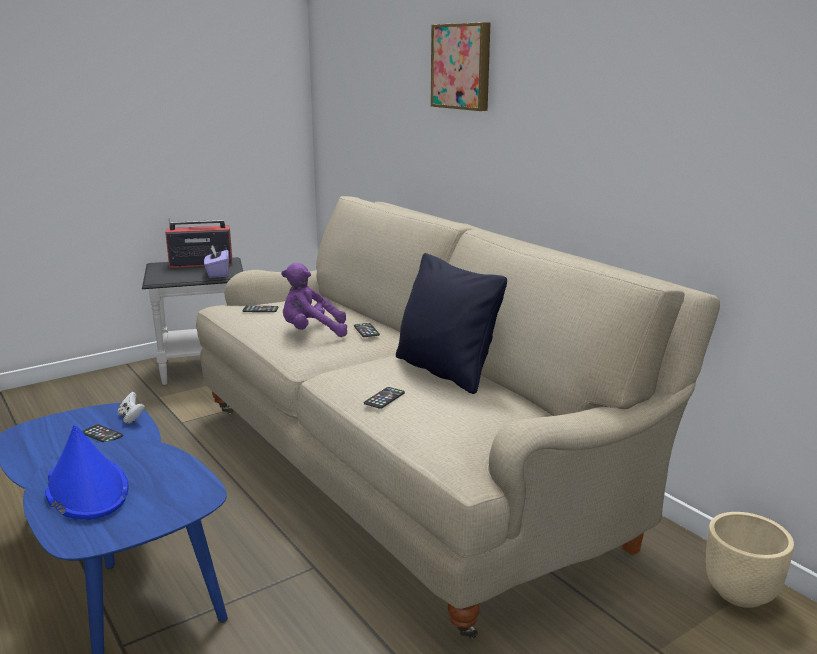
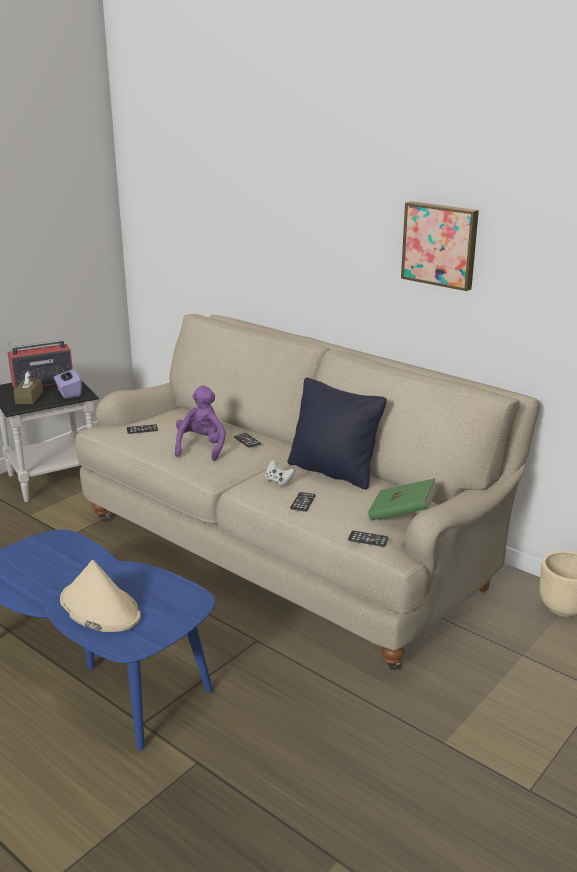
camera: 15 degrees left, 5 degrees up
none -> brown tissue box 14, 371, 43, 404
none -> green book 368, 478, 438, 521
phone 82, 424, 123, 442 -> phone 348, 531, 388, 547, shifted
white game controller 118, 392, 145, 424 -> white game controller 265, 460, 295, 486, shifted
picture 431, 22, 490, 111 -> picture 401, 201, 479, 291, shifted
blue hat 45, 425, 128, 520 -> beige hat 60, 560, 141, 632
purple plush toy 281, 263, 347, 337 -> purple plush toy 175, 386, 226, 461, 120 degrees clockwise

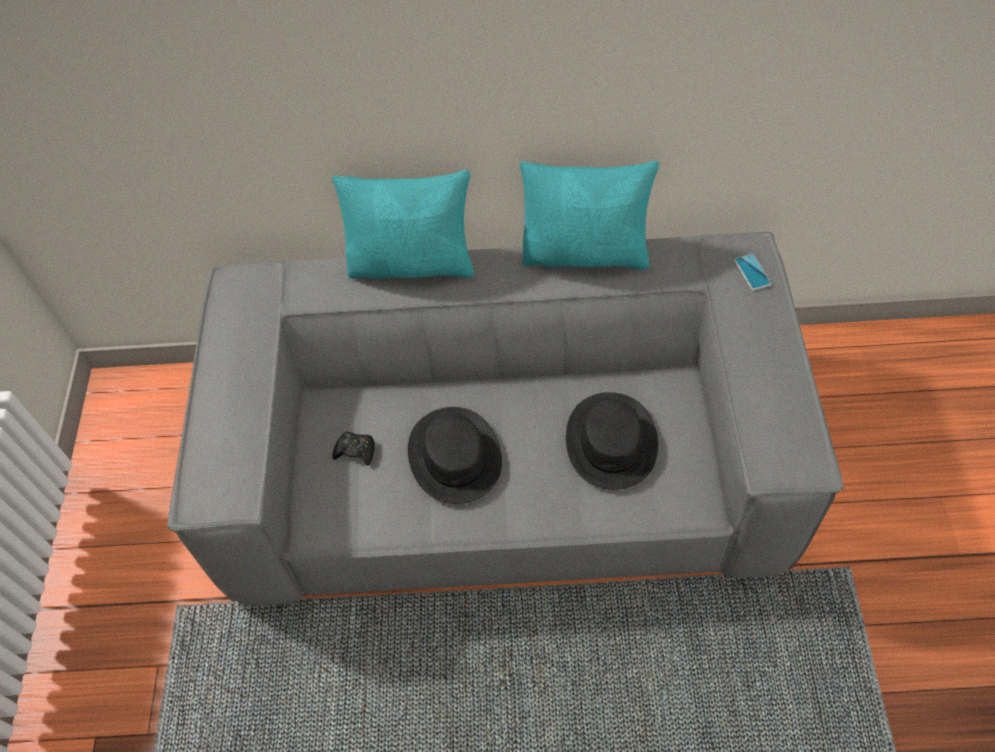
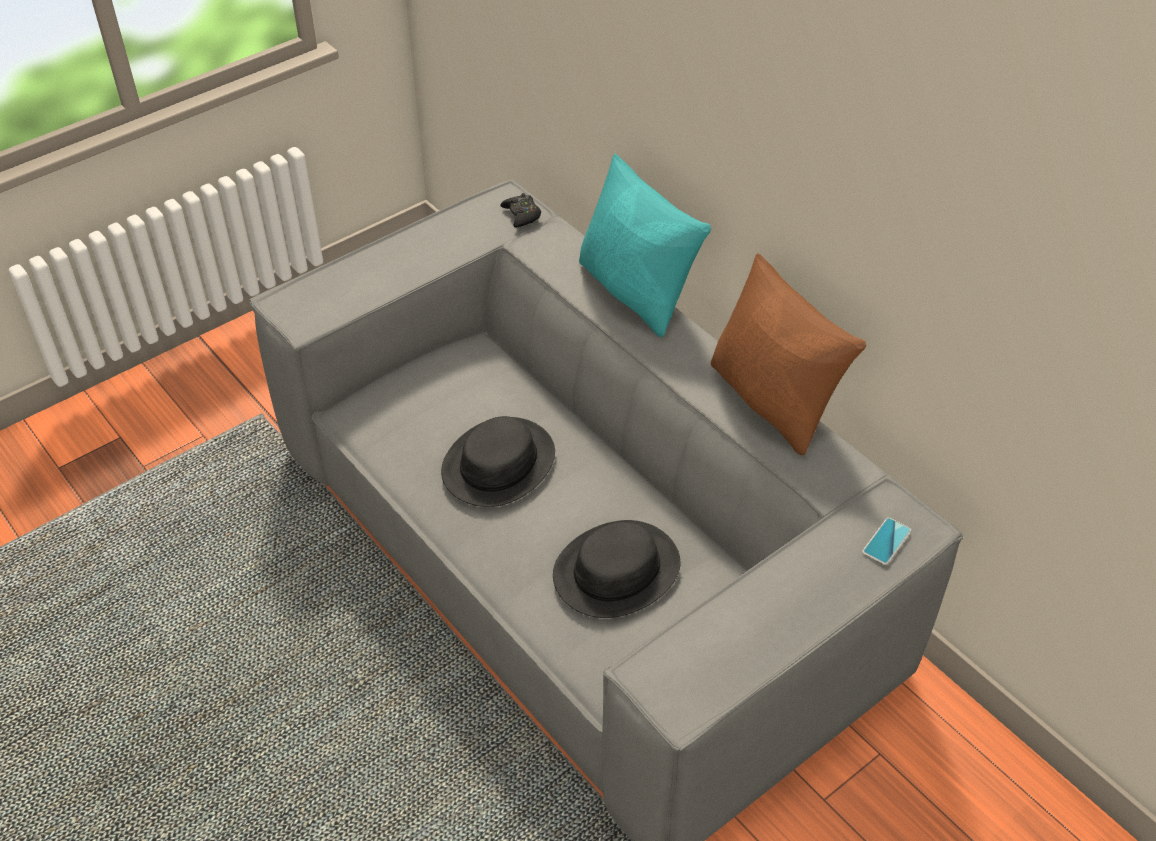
camera: 50 degrees right, 10 degrees down
black game controller 332, 431, 375, 466 -> black game controller 500, 193, 541, 228, shifted
turquoise pillow 520, 161, 659, 270 -> brown pillow 711, 253, 866, 455

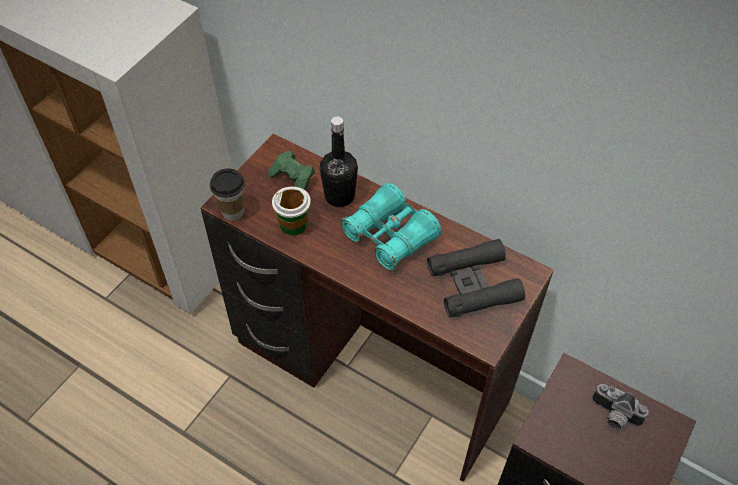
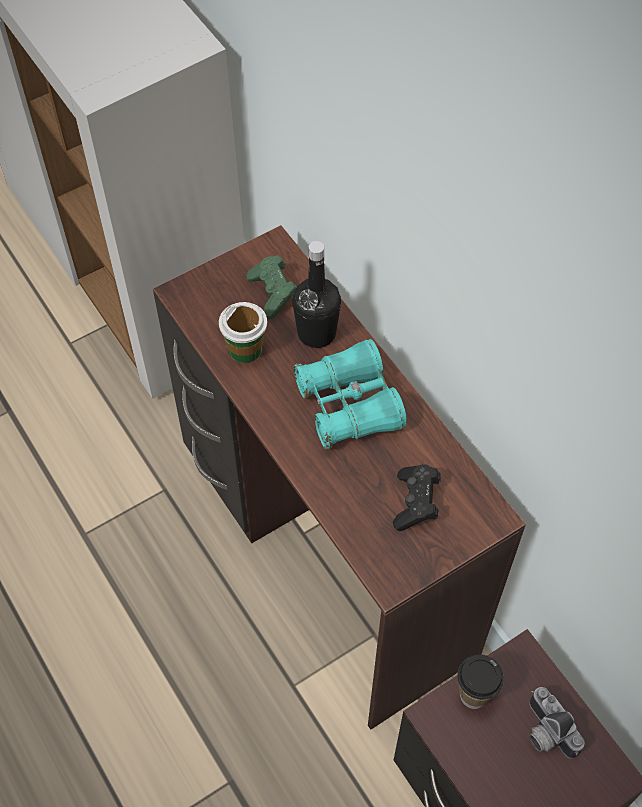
camera: 25 degrees right, 5 degrees up
cup 210, 168, 245, 221 -> cup 457, 655, 504, 709, shifted
black binoculars 427, 239, 525, 317 -> black game controller 393, 464, 441, 531

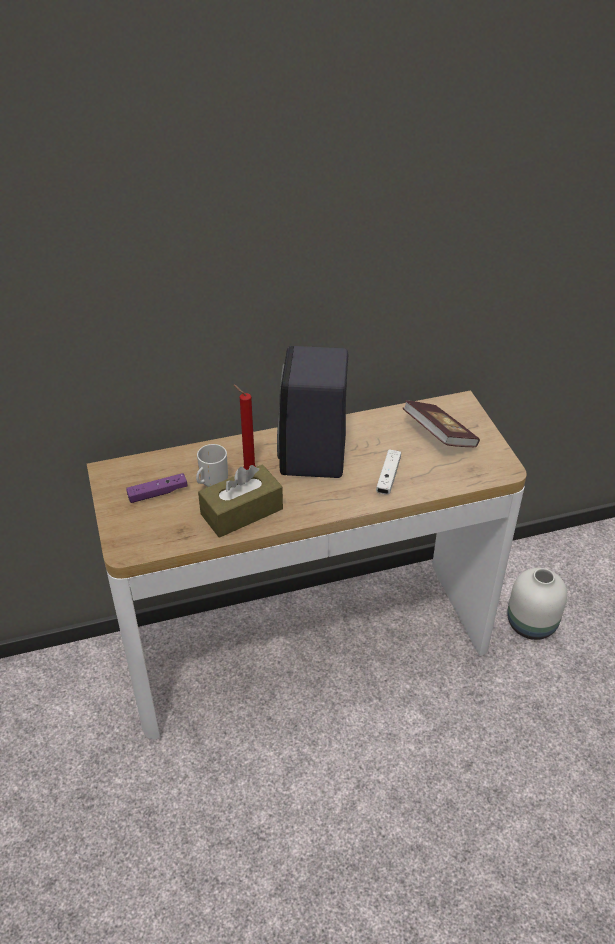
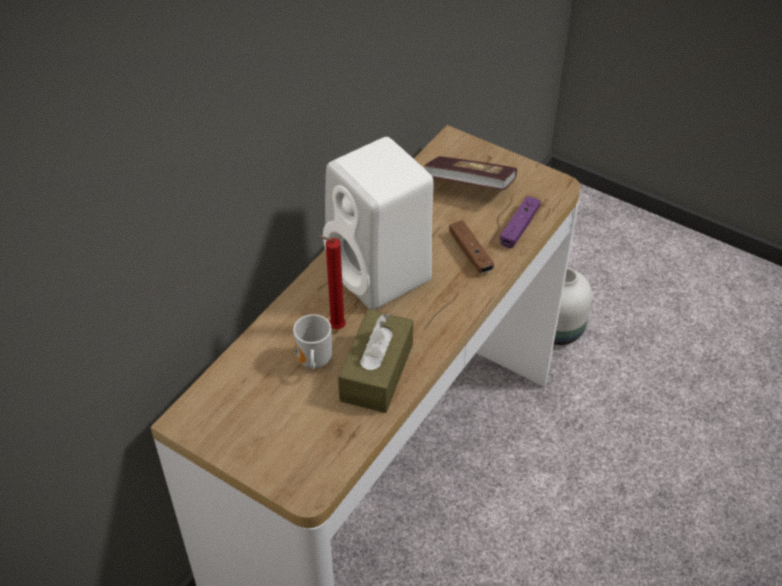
camera: 40 degrees left, 5 degrees up
purple game controller 126, 473, 187, 503 -> purple game controller 500, 196, 541, 248, shifted
black speaker 277, 346, 348, 478 -> white speaker 323, 137, 434, 310
white game controller 376, 449, 401, 495 -> brown game controller 449, 220, 494, 274

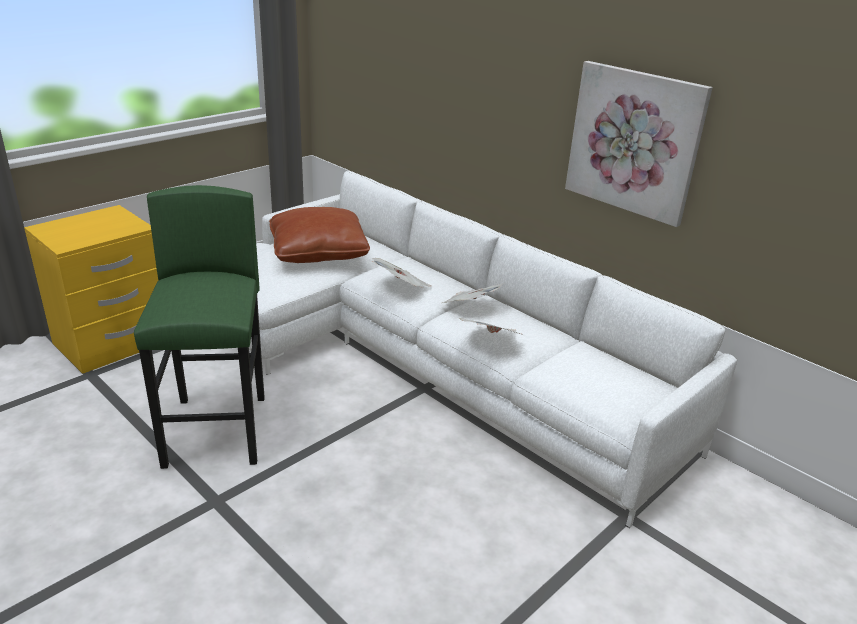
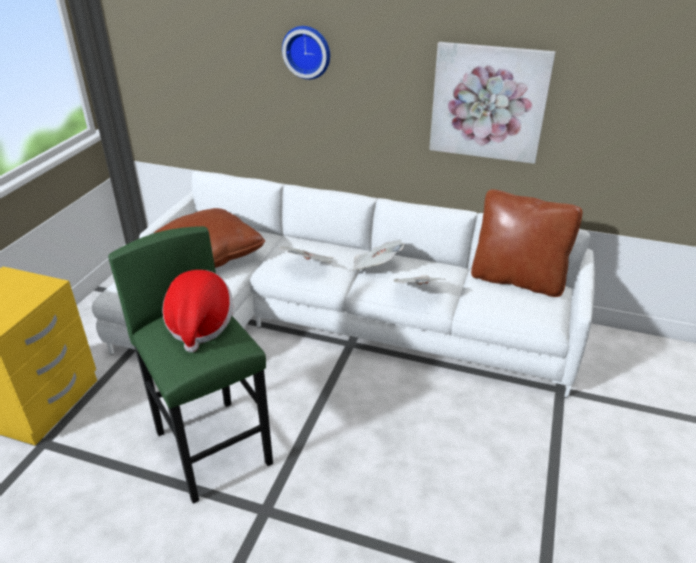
camera: 25 degrees left, 5 degrees up
none -> hat 162, 270, 233, 353
none -> wall clock 282, 26, 330, 80
none -> brown pillow 471, 189, 582, 297

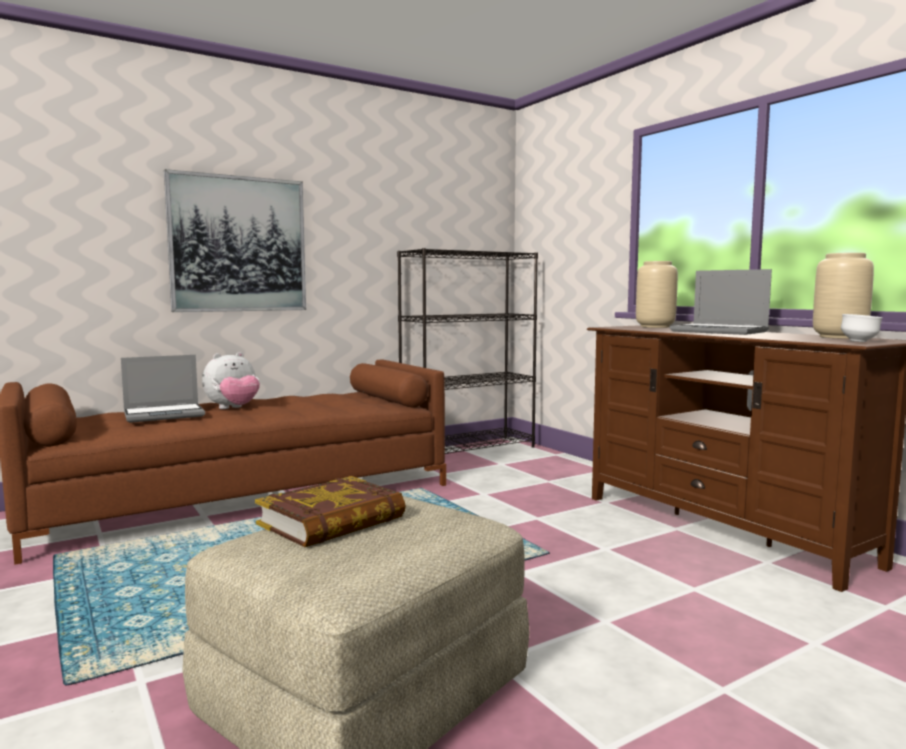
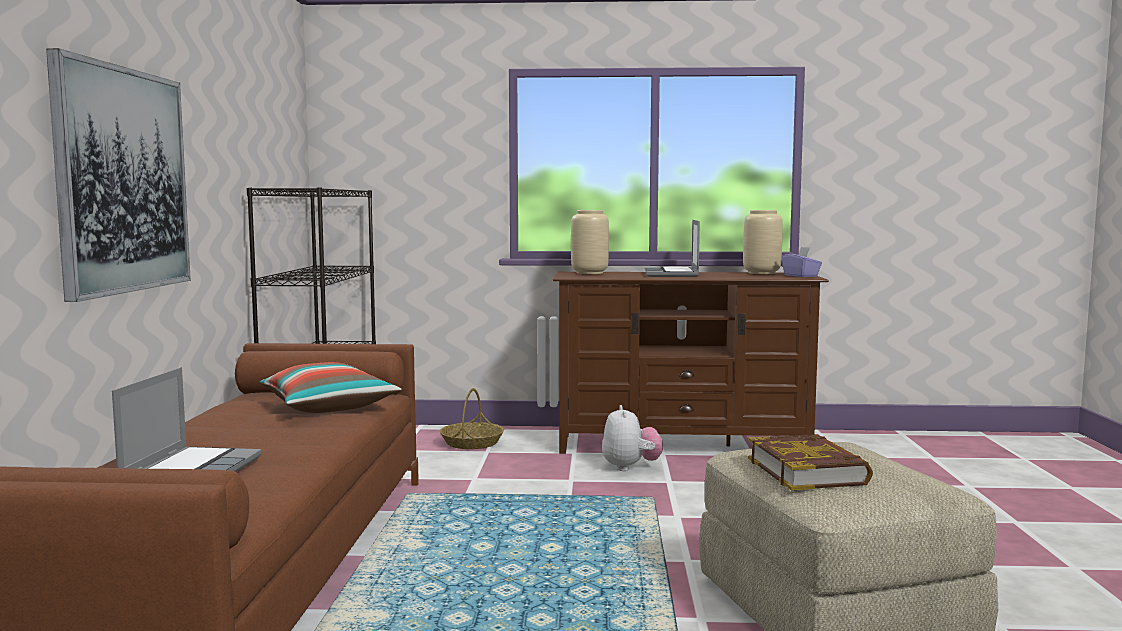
camera: 55 degrees left, 0 degrees up
none -> pillow 259, 362, 402, 413
none -> basket 440, 388, 504, 449
plush toy 202, 352, 260, 409 -> plush toy 602, 405, 663, 471, shifted
white bowl 841, 314, 883, 342 -> purple tissue box 781, 247, 822, 277
laptop 670, 269, 772, 335 -> laptop 645, 220, 700, 277, 105 degrees clockwise

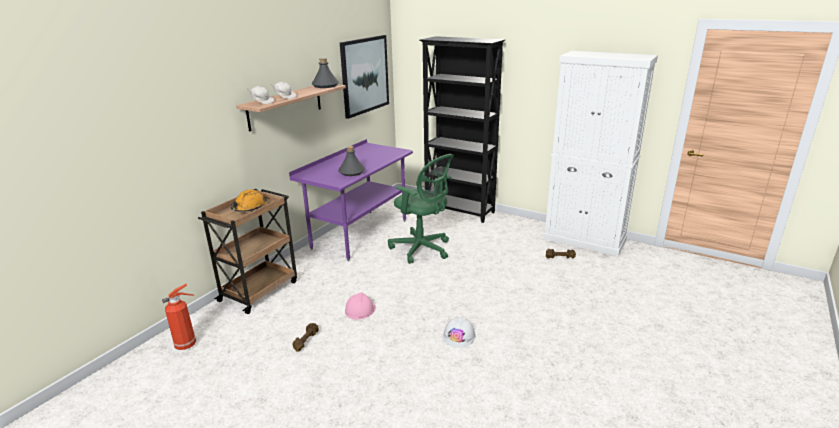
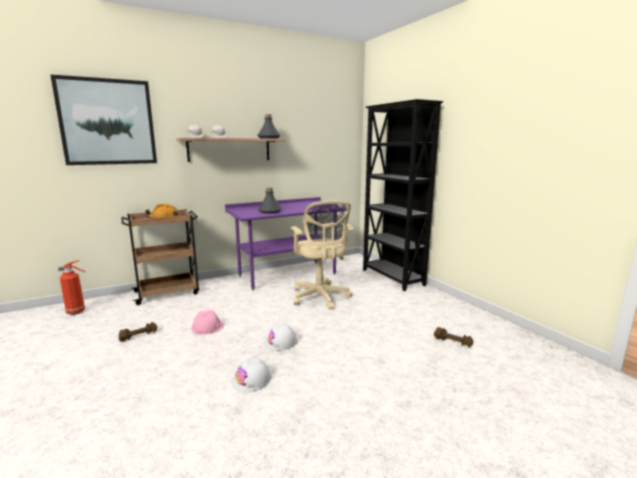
camera: 30 degrees right, 10 degrees down
white cabinet 543, 51, 658, 256 -> none
none -> white hard hat 264, 323, 298, 351
picture 340, 35, 389, 119 -> picture 50, 74, 157, 165, shifted
green office chair 388, 154, 454, 264 -> beige office chair 291, 200, 354, 310

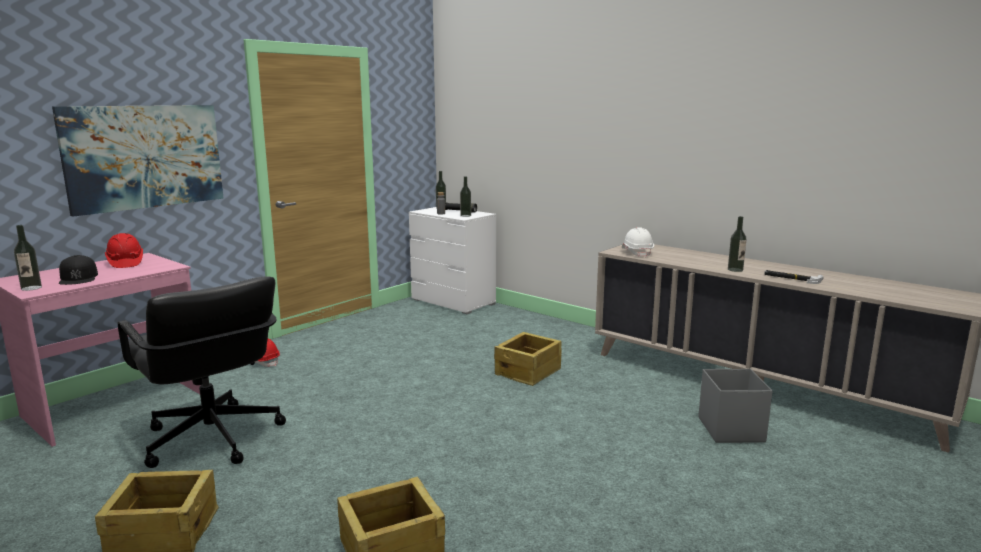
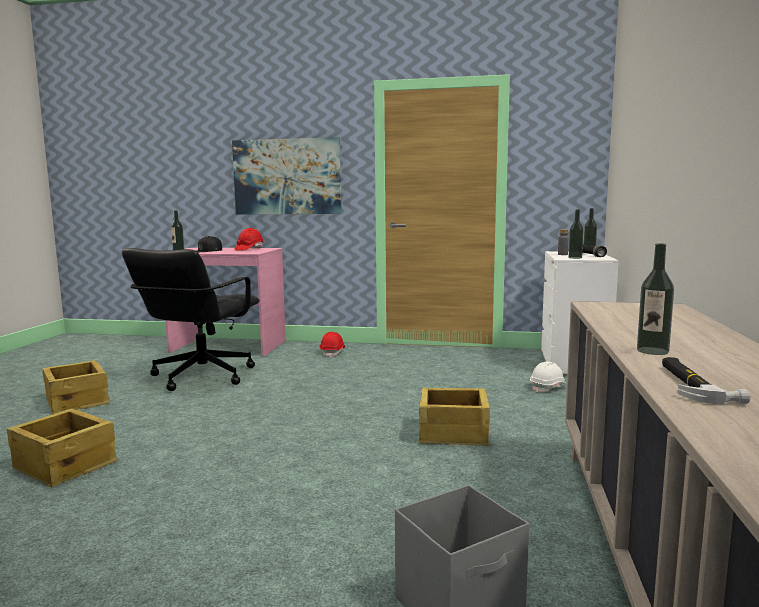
camera: 60 degrees right, 5 degrees down
white hard hat 622, 227, 654, 258 -> white hard hat 530, 361, 567, 393, shifted

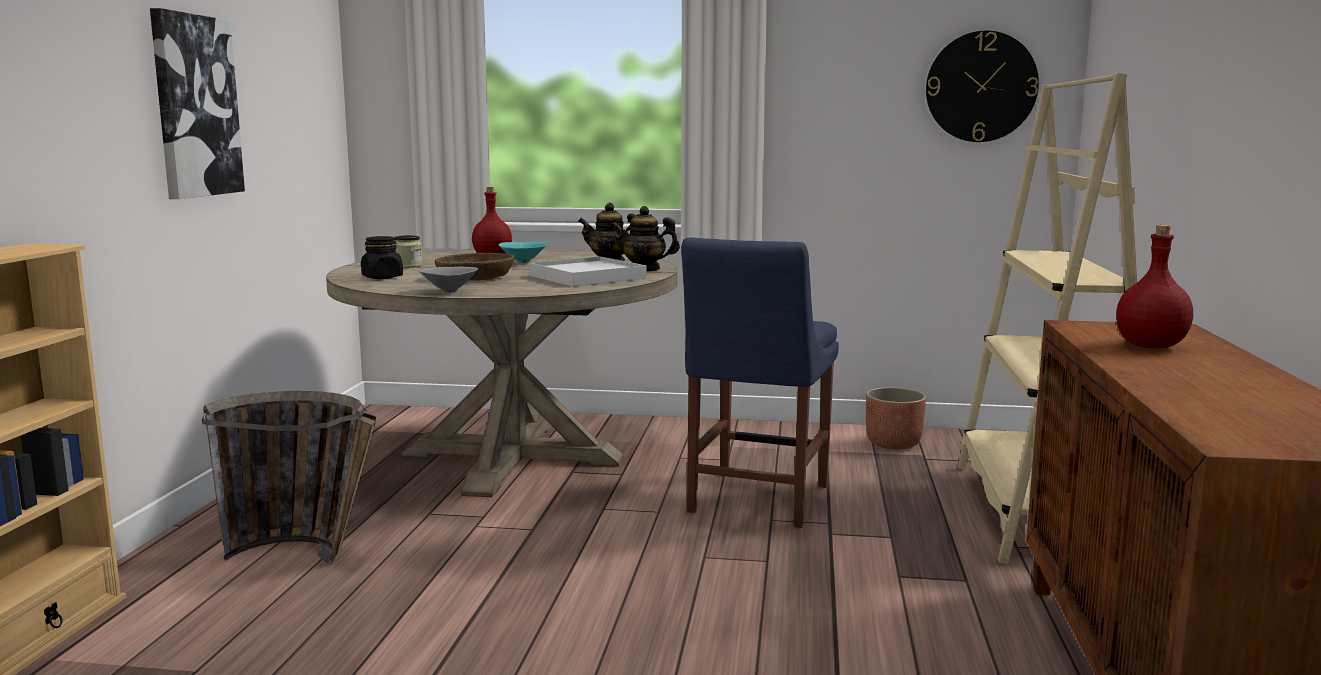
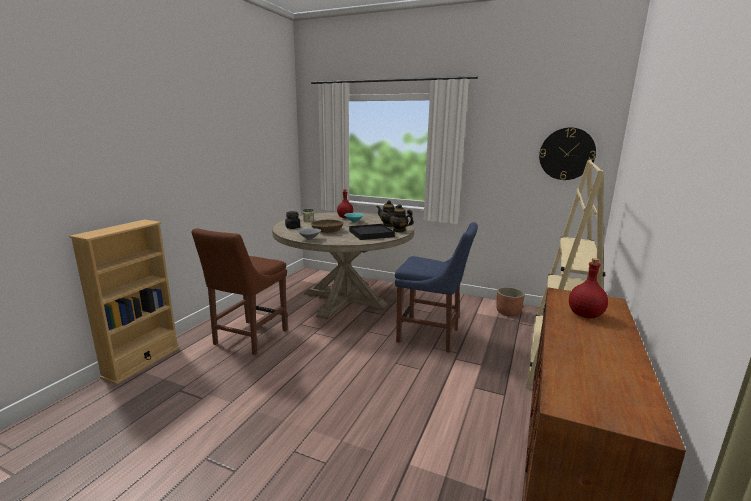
camera: 15 degrees right, 5 degrees up
picture 150, 8, 245, 199 -> none
basket 202, 391, 376, 566 -> brown chair 192, 228, 287, 355
white tray 529, 257, 647, 287 -> black tray 349, 224, 395, 240
blue chair 681, 238, 839, 528 -> blue chair 395, 222, 478, 352, 105 degrees counterclockwise

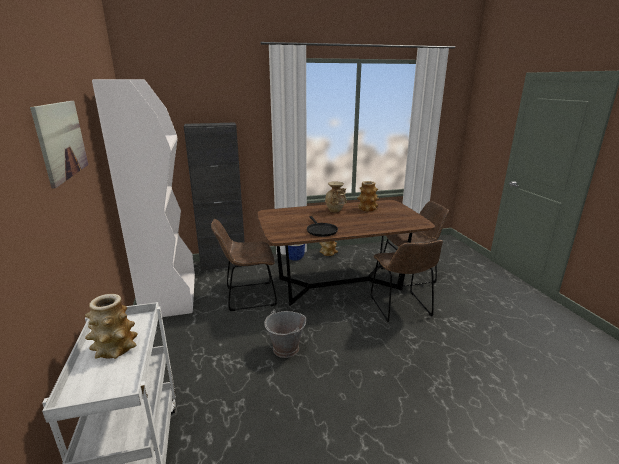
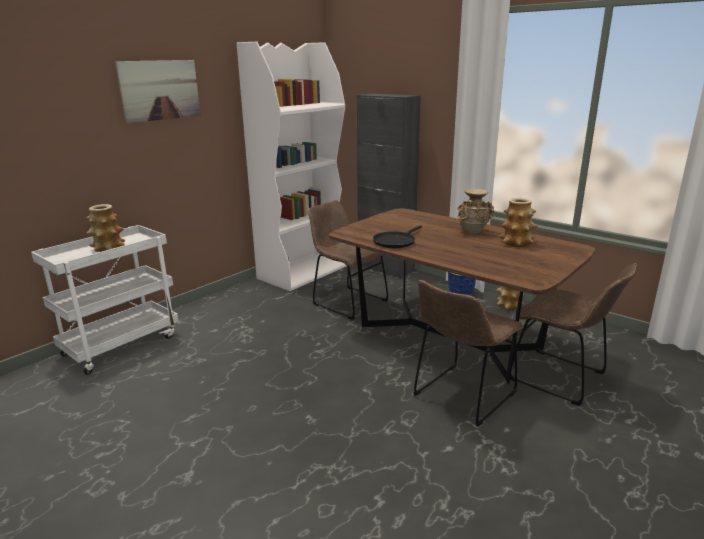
camera: 55 degrees right, 0 degrees up
grey bucket 264, 310, 306, 358 -> none

